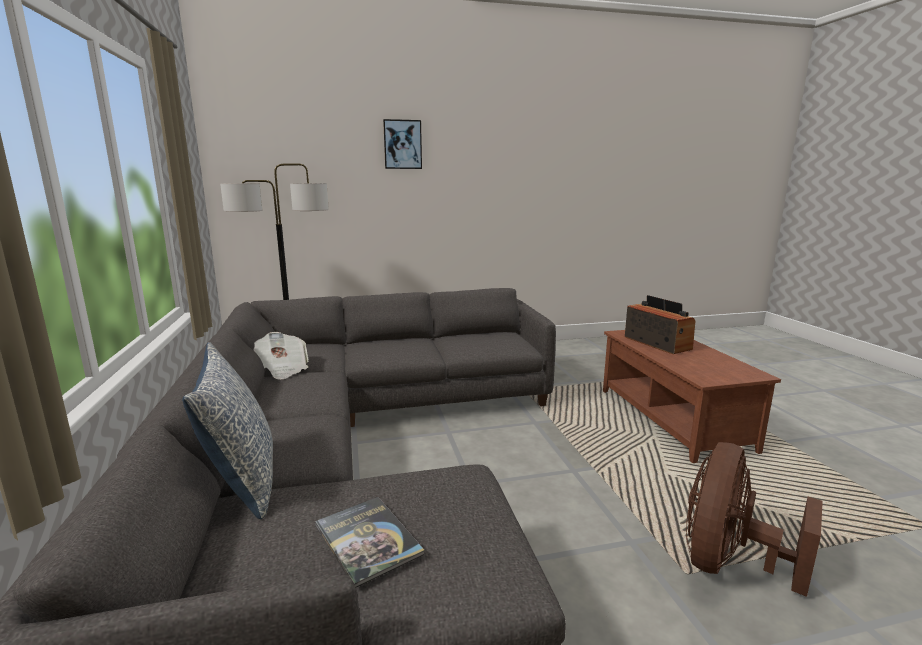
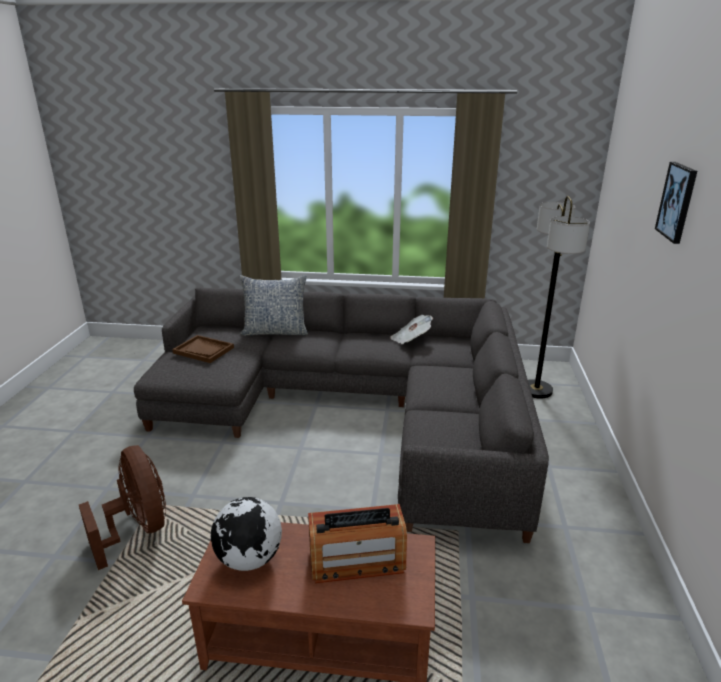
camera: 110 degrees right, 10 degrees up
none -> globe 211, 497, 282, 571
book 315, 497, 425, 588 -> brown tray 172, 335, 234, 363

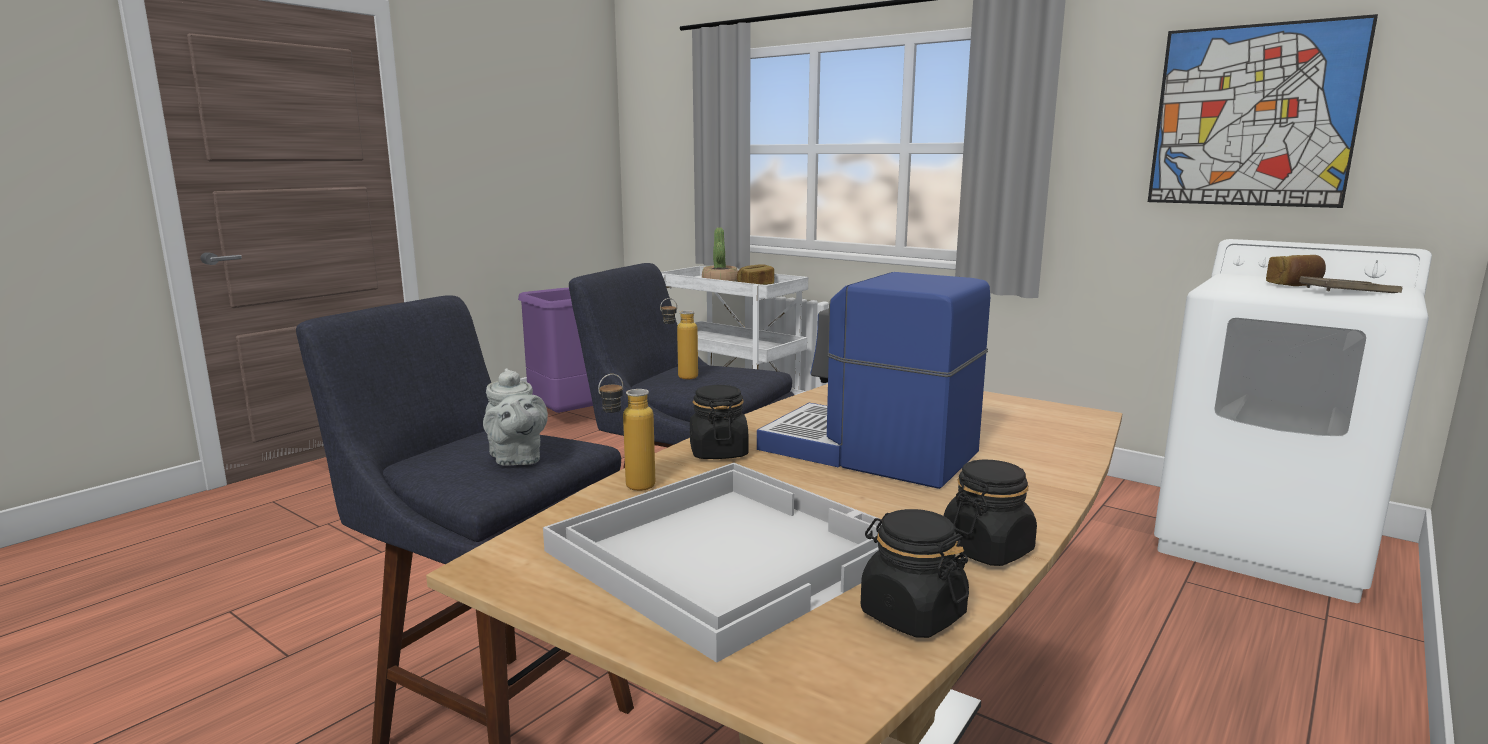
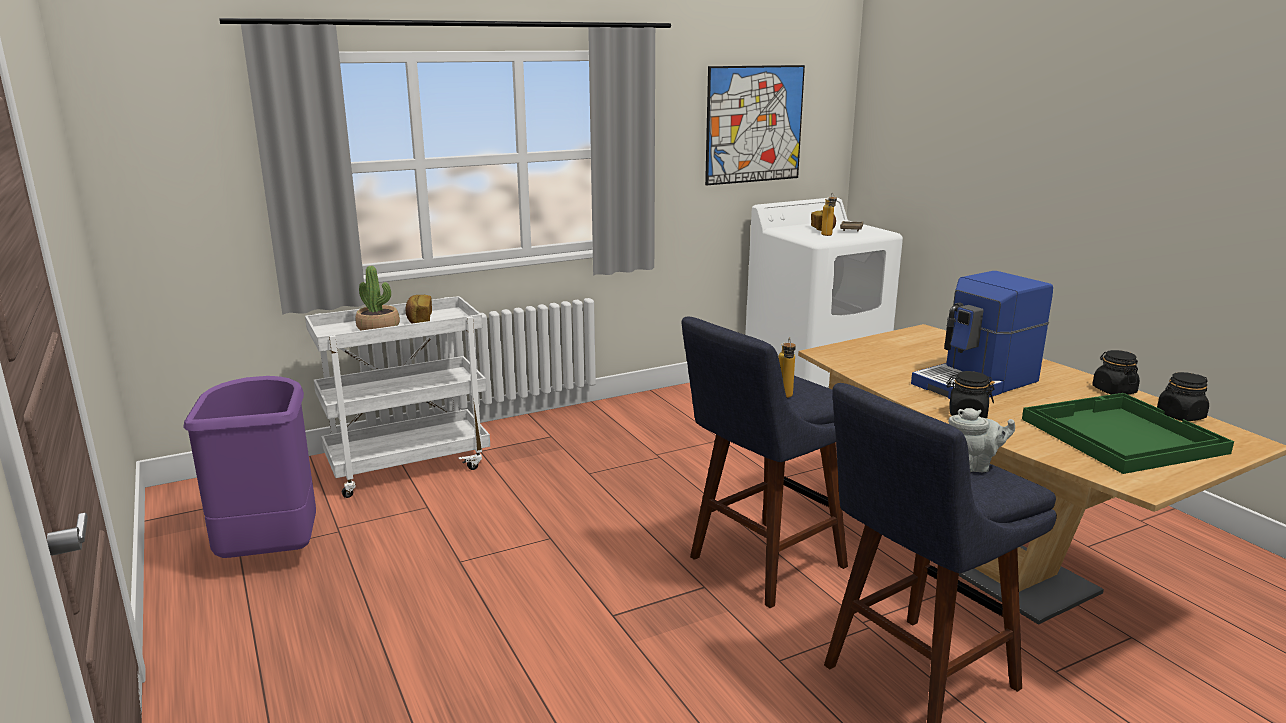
camera: 65 degrees left, 5 degrees up
bottle 598, 374, 655, 491 -> bottle 821, 193, 837, 236, shifted
white tray 543, 463, 882, 663 -> green tray 1022, 393, 1234, 474

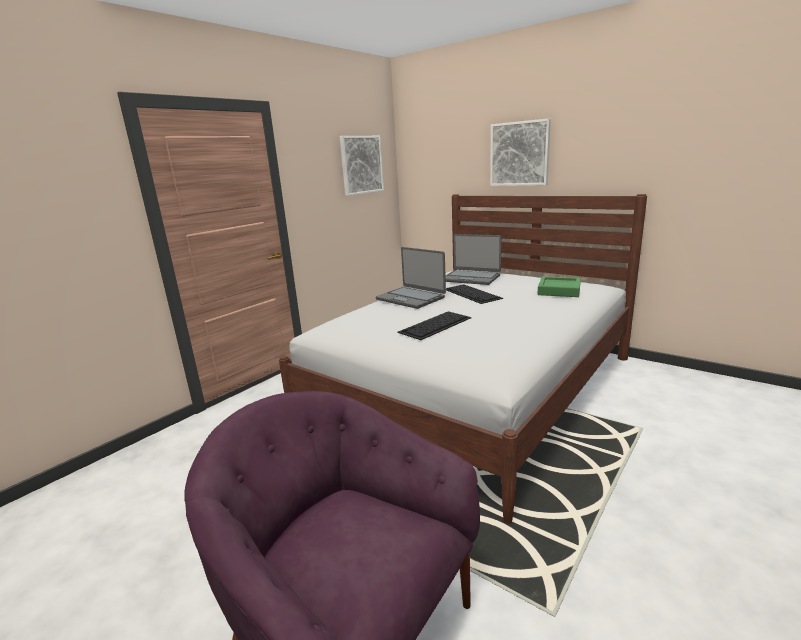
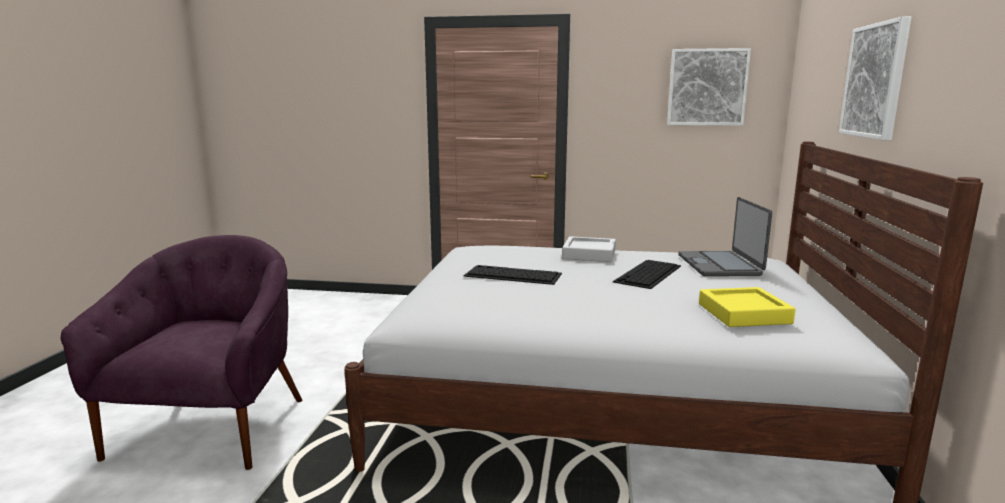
camera: 60 degrees right, 5 degrees down
laptop 376, 247, 446, 309 -> grey tray 562, 236, 616, 262
green tray 538, 277, 581, 297 -> yellow tray 699, 287, 796, 327

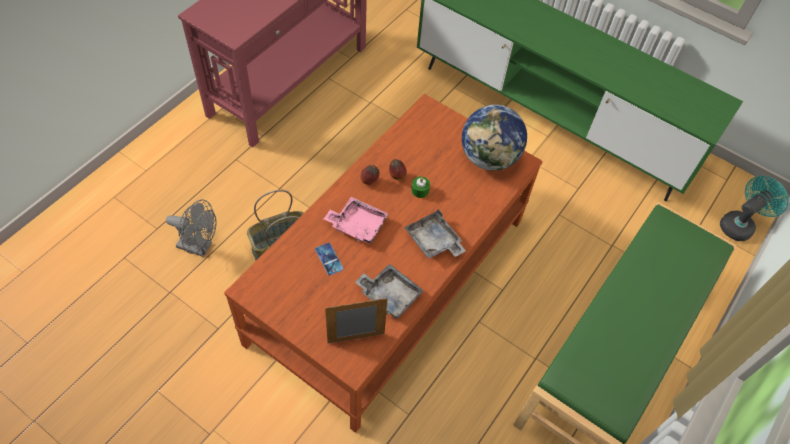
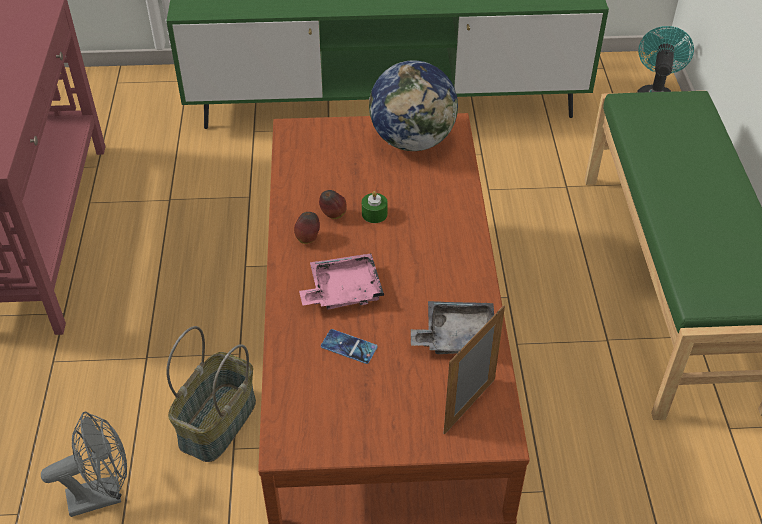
camera: 35 degrees left, 10 degrees down
grey tray 404, 209, 466, 259 -> none

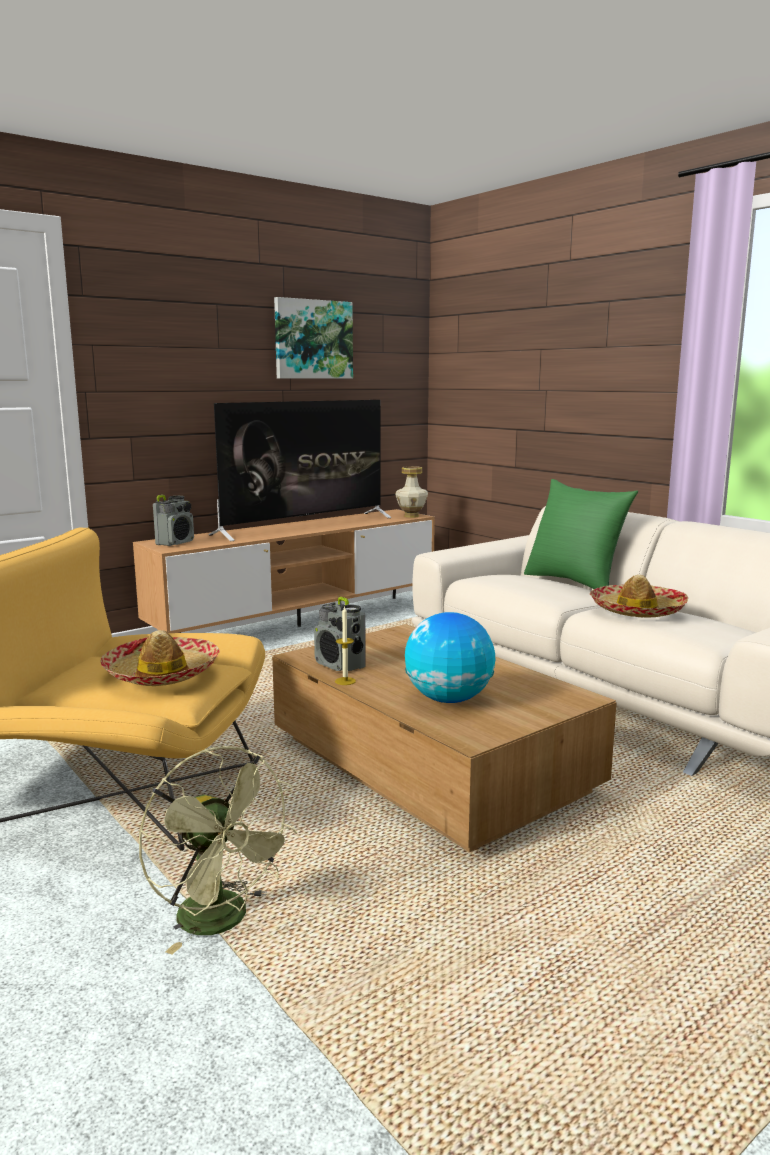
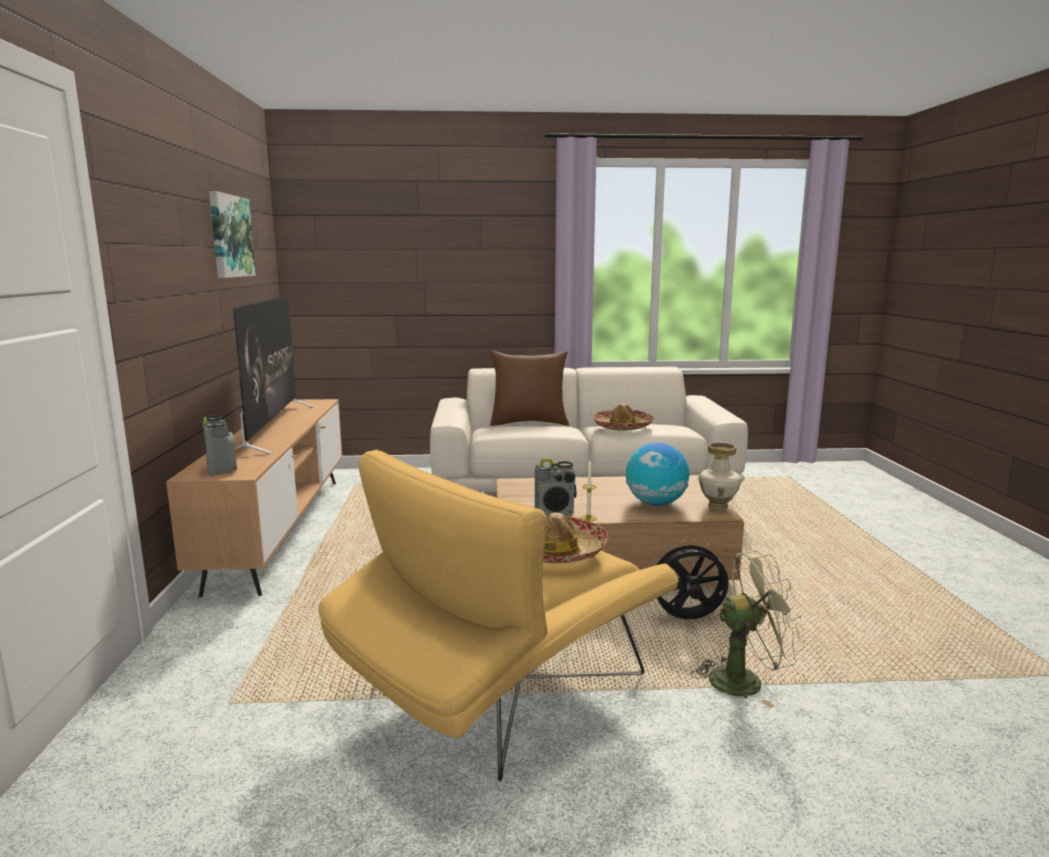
camera: 55 degrees left, 0 degrees up
none -> black fan 652, 539, 729, 619
vase 395, 466, 428, 518 -> vase 698, 442, 742, 510, shifted
green pillow 524, 479, 638, 589 -> brown pillow 490, 351, 569, 426

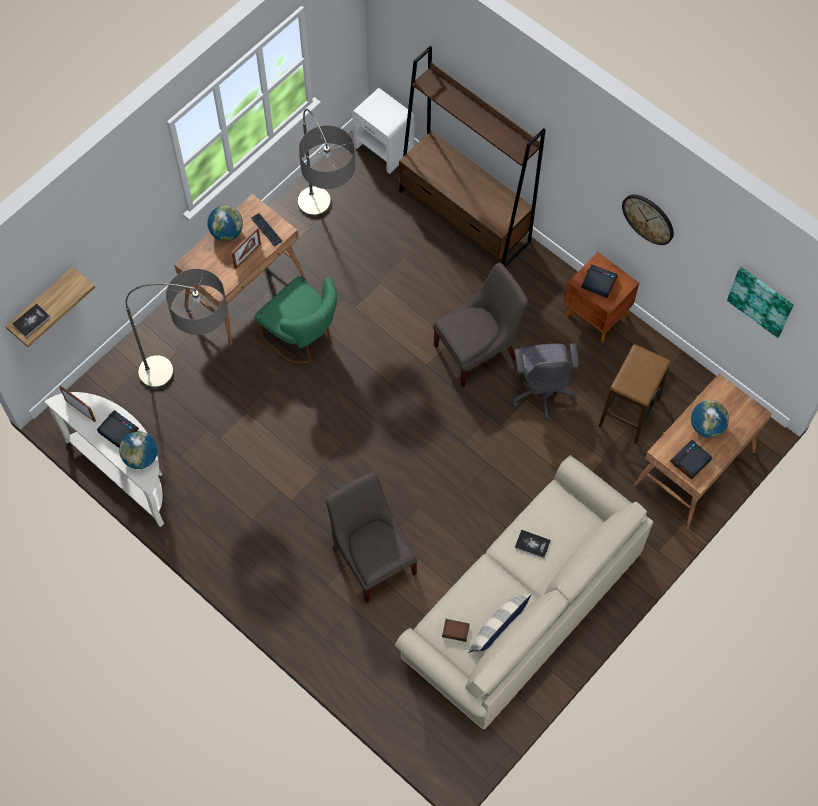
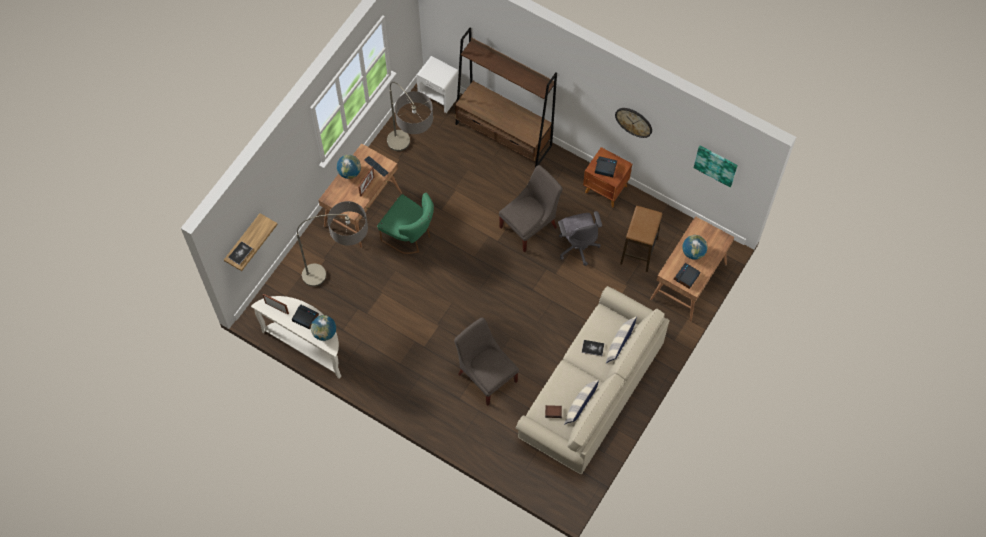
camera: 10 degrees left, 0 degrees up
none -> pillow 606, 316, 637, 363

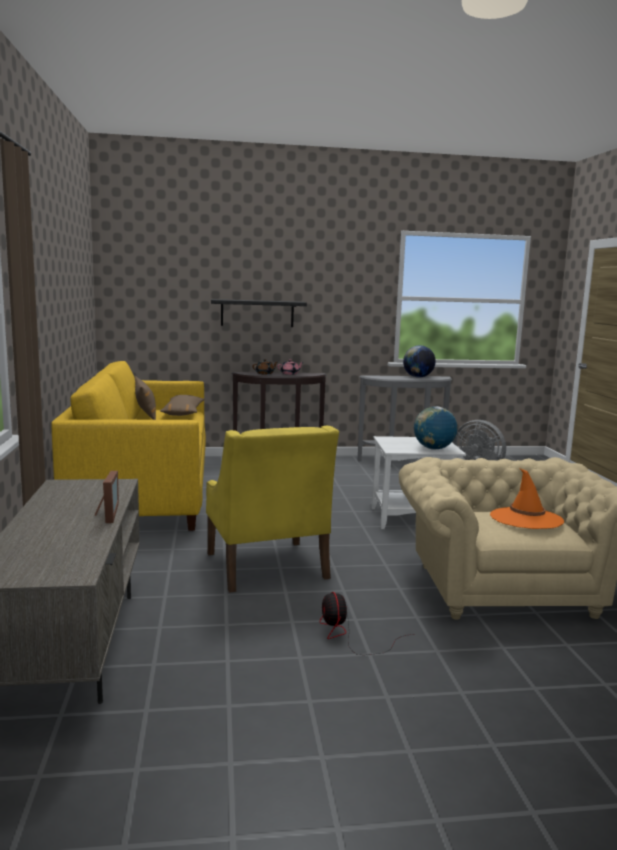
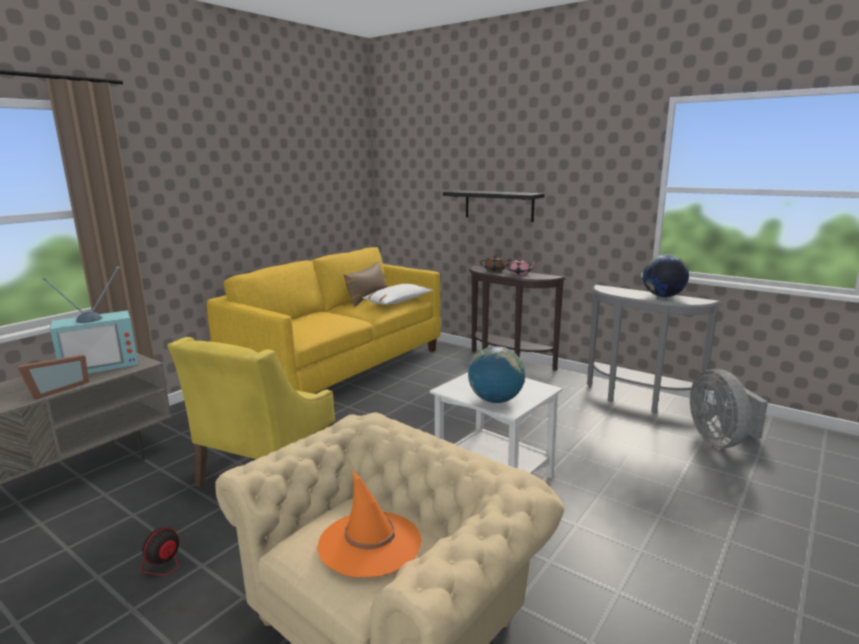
camera: 45 degrees right, 5 degrees up
none -> television 42, 266, 138, 374
brown pillow 160, 395, 205, 416 -> white pillow 363, 284, 433, 305

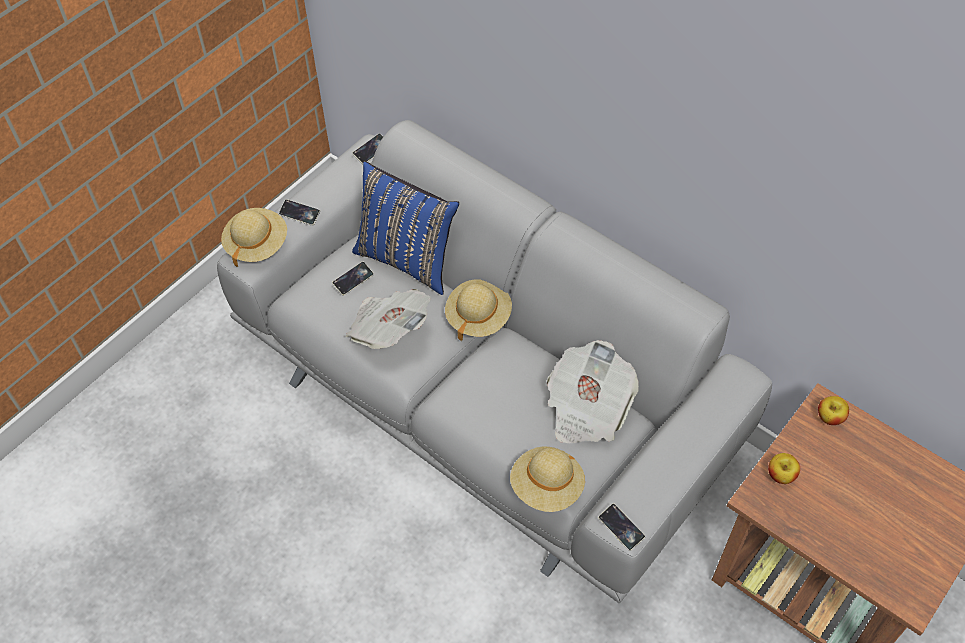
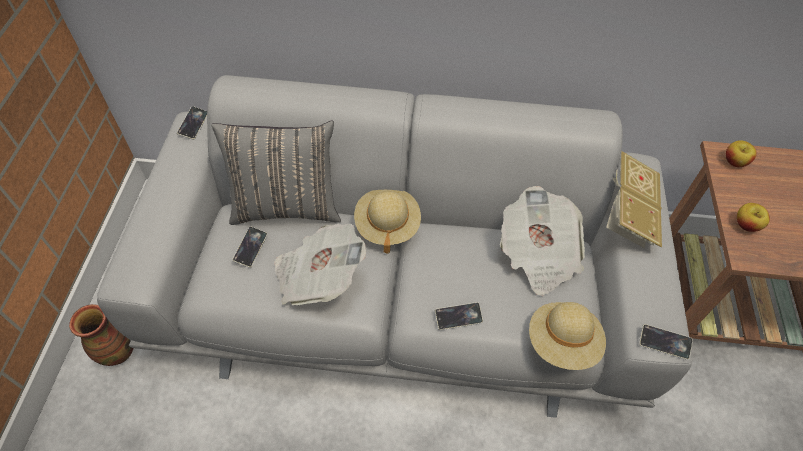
camera: 35 degrees left, 0 degrees up
beige hat 221, 208, 287, 267 -> none
none -> vase 69, 304, 133, 366
none -> book 606, 151, 662, 248
phone 279, 199, 320, 226 -> phone 435, 302, 483, 330, shifted
blue pillow 352, 162, 459, 295 -> grey pillow 211, 120, 341, 225

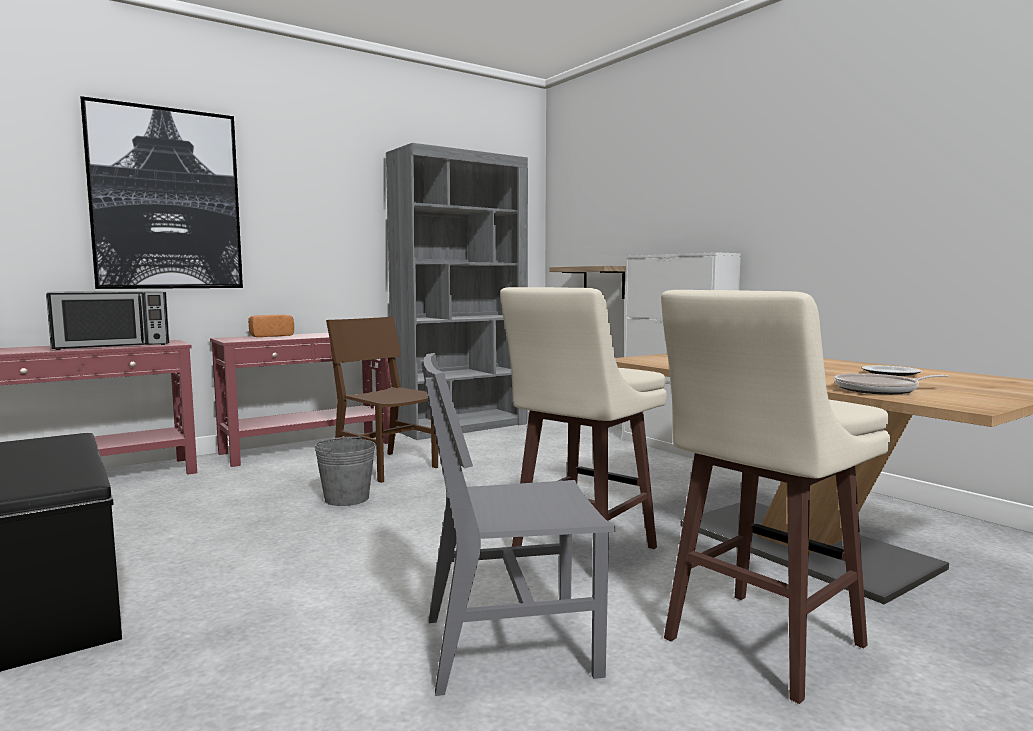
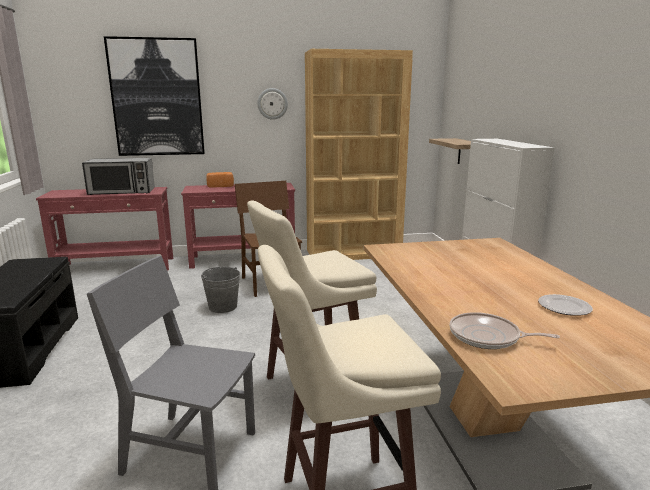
camera: 25 degrees right, 10 degrees up
none -> wall clock 257, 88, 288, 120
grey bookcase 386, 143, 528, 440 -> brown bookcase 305, 49, 413, 260

